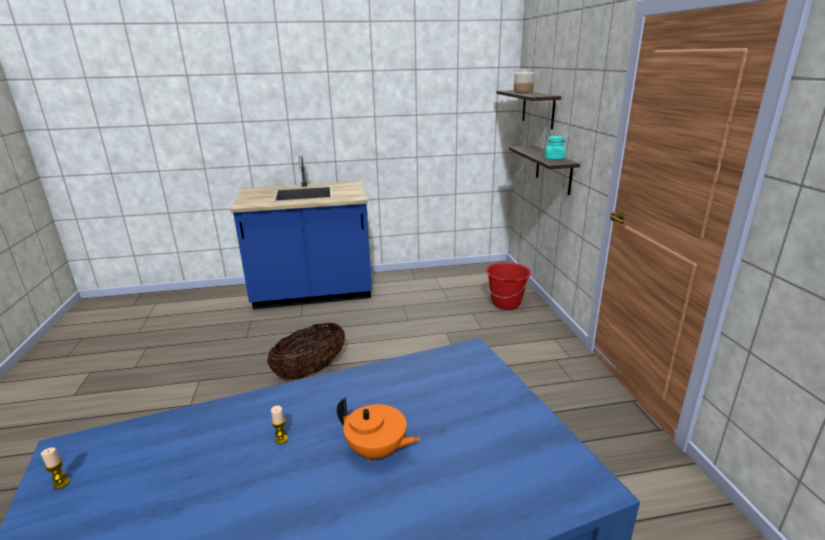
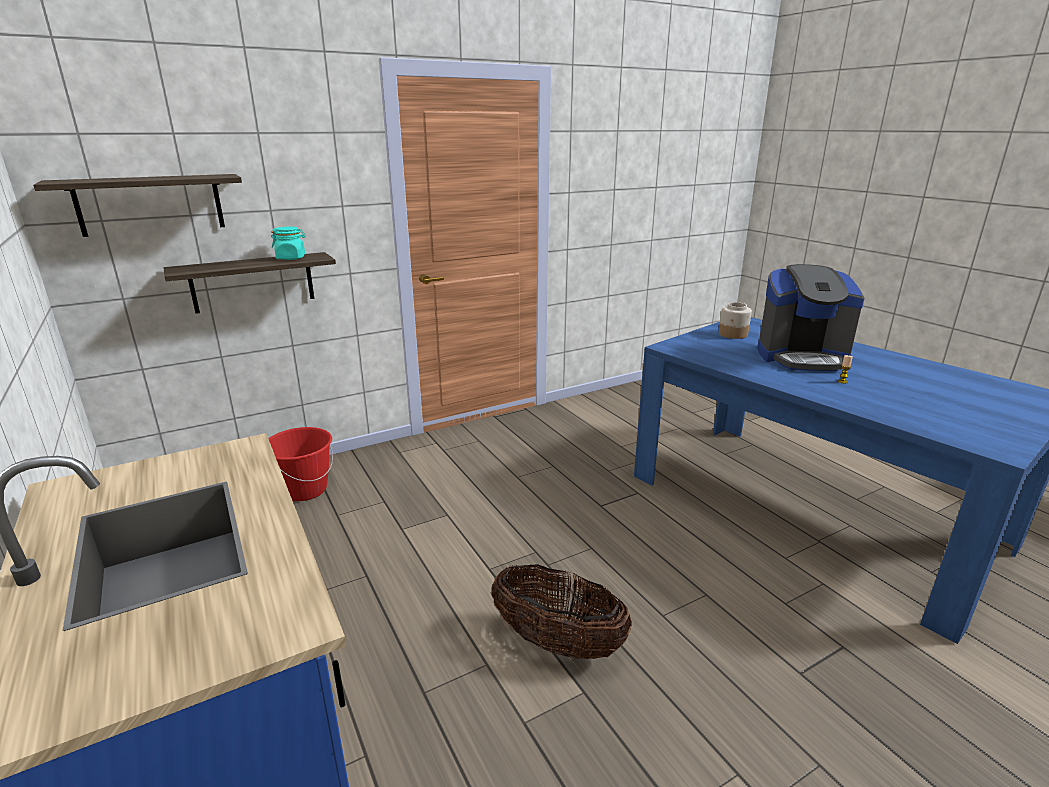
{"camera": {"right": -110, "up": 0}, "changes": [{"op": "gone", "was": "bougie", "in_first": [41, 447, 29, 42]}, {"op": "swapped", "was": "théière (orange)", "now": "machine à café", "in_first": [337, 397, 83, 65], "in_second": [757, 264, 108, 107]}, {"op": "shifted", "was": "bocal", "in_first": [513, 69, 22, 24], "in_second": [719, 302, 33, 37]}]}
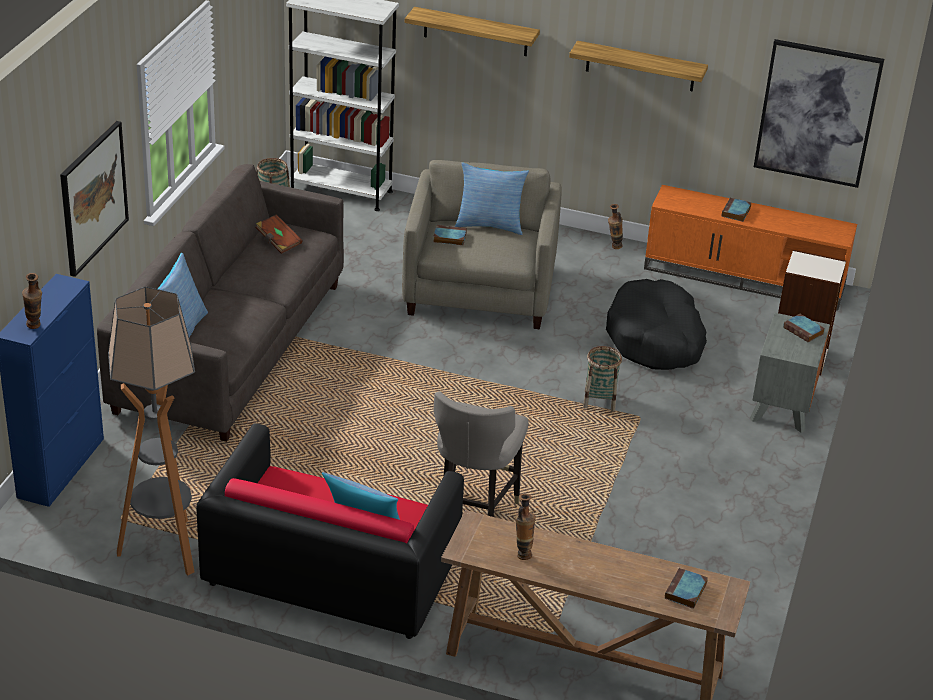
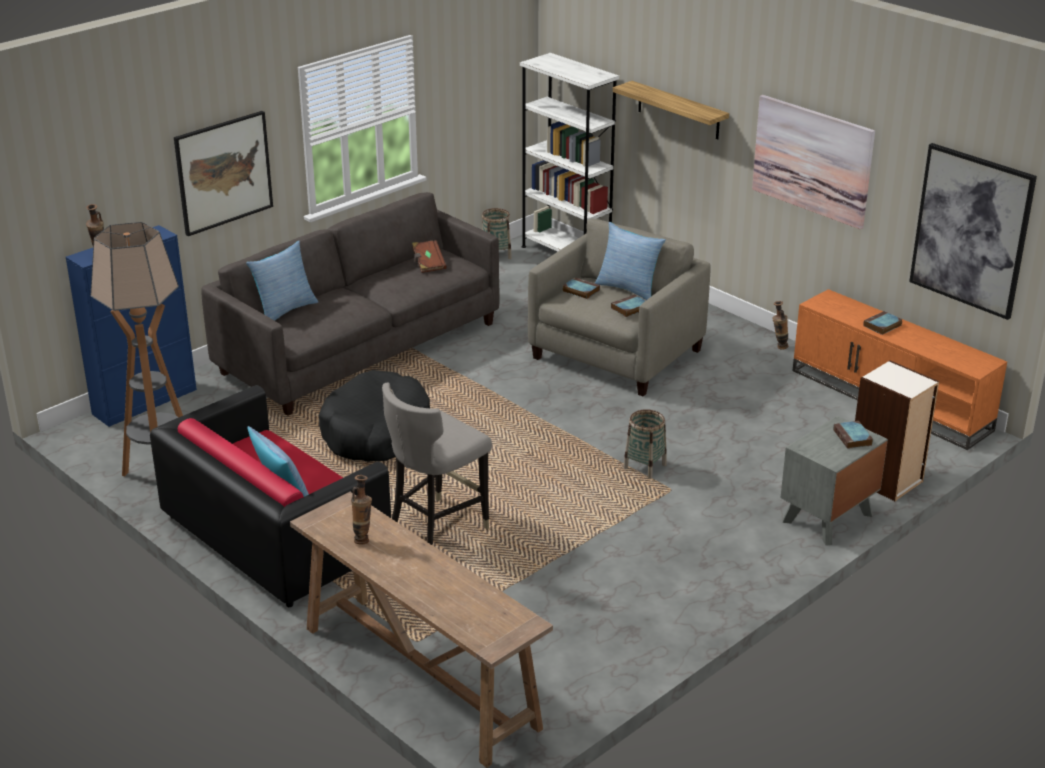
{"camera": {"right": 30, "up": -5}, "changes": [{"op": "swapped", "was": "étagère", "now": "tableau", "in_first": [569, 41, 139, 50], "in_second": [752, 95, 123, 134]}, {"op": "shifted", "was": "panier pour chien (noir)", "in_first": [606, 279, 101, 91], "in_second": [319, 370, 111, 92]}, {"op": "shifted", "was": "livre", "in_first": [665, 568, 43, 41], "in_second": [611, 294, 35, 23]}]}
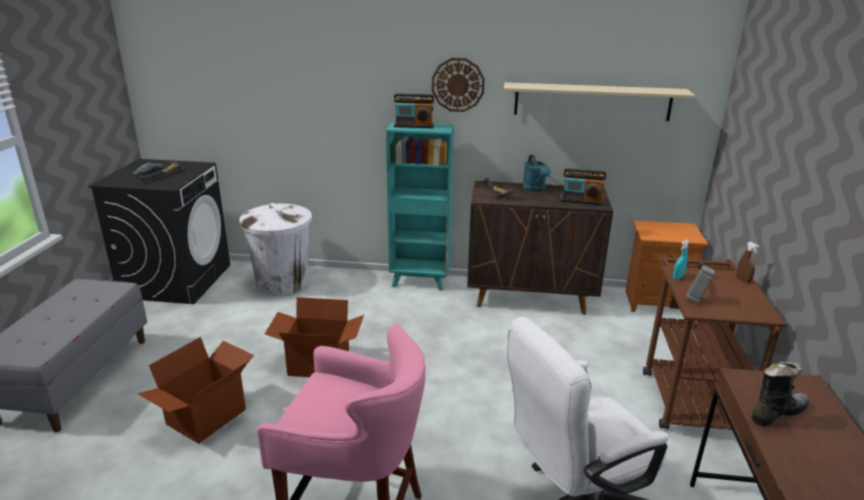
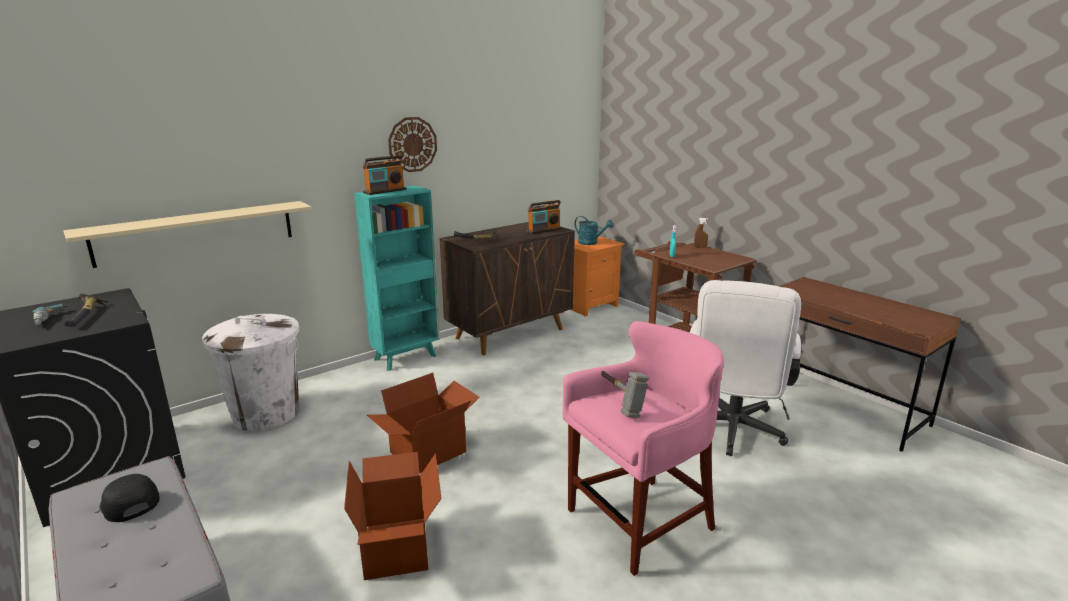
{"camera": {"right": -45, "up": -5}, "changes": [{"op": "shifted", "was": "étagère (beige)", "in_first": [504, 82, 191, 39], "in_second": [63, 201, 249, 67]}, {"op": "shifted", "was": "arrosoir (turquoise)", "in_first": [522, 155, 29, 37], "in_second": [575, 216, 39, 29]}, {"op": "shifted", "was": "marteau", "in_first": [686, 263, 29, 40], "in_second": [601, 371, 48, 47]}, {"op": "gone", "was": "botte (noir)", "in_first": [752, 362, 57, 64]}, {"op": "new", "now": "casquette (noir)", "in_second": [99, 474, 61, 48]}]}
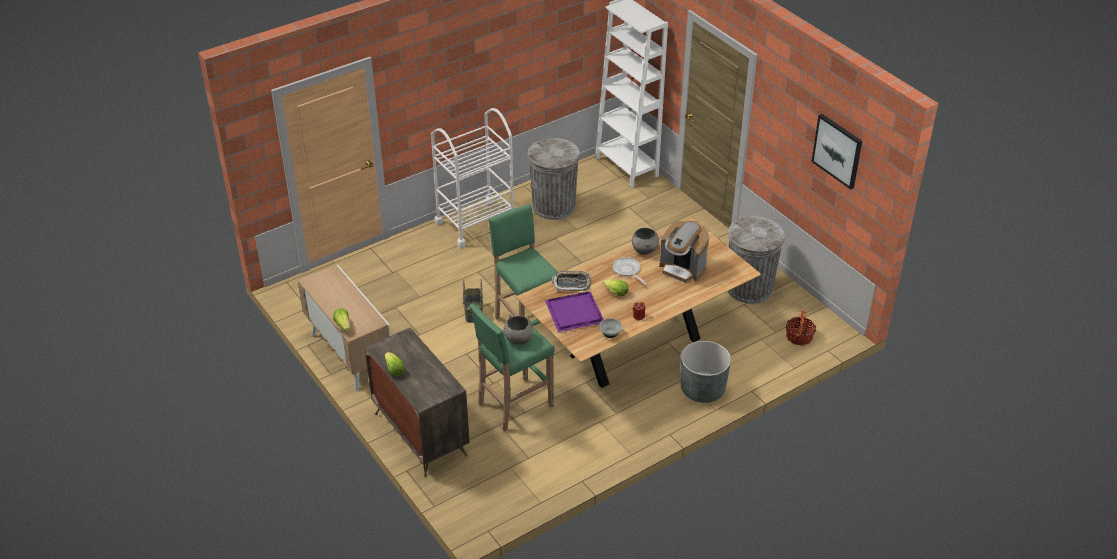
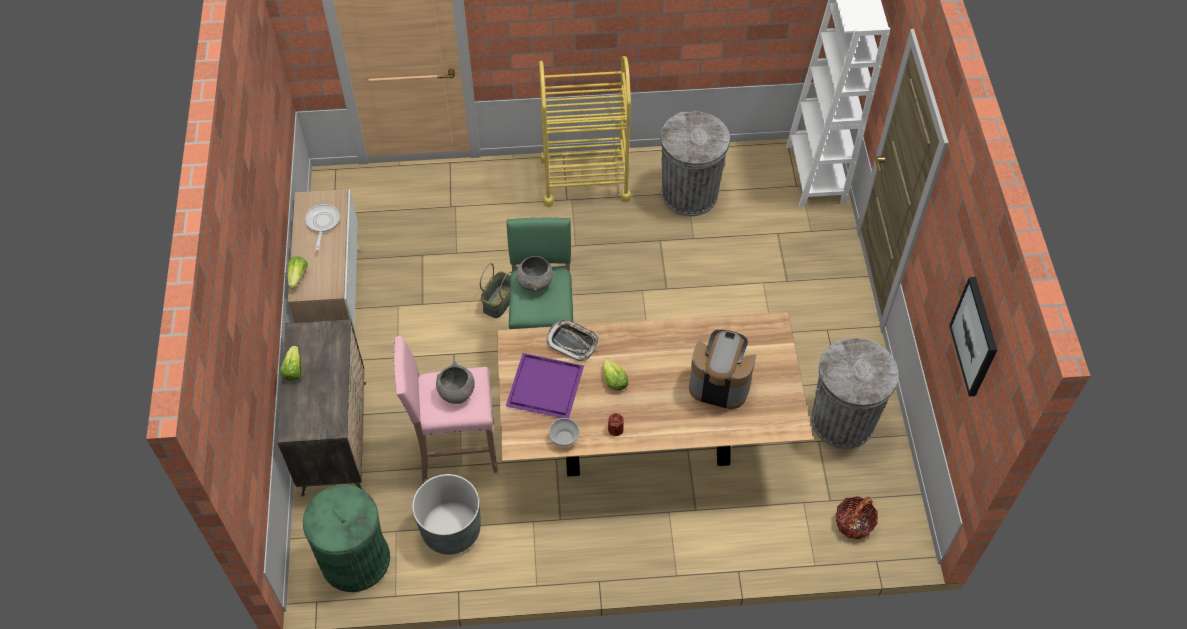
{"camera": {"right": 30, "up": 15}, "changes": [{"op": "repainted", "was": "chariot (blanc)", "now": "chariot (jaune)", "in_first": [431, 108, 83, 140], "in_second": [539, 56, 92, 151]}, {"op": "repainted", "was": "tabouret (vert)", "now": "tabouret (rose)", "in_first": [469, 303, 86, 128], "in_second": [394, 336, 104, 144]}, {"op": "shifted", "was": "poêle", "in_first": [613, 257, 33, 27], "in_second": [305, 204, 35, 46]}, {"op": "shifted", "was": "bol (gris)", "in_first": [632, 228, 27, 27], "in_second": [516, 256, 37, 35]}, {"op": "rotated", "was": "machine à café", "in_first": [659, 221, 50, 62], "in_second": [689, 330, 67, 79], "clockwise": 135}, {"op": "shifted", "was": "cache-pot (gris)", "in_first": [681, 341, 50, 62], "in_second": [412, 474, 69, 81]}, {"op": "new", "now": "poubelle (vert)", "in_second": [303, 485, 87, 107]}]}
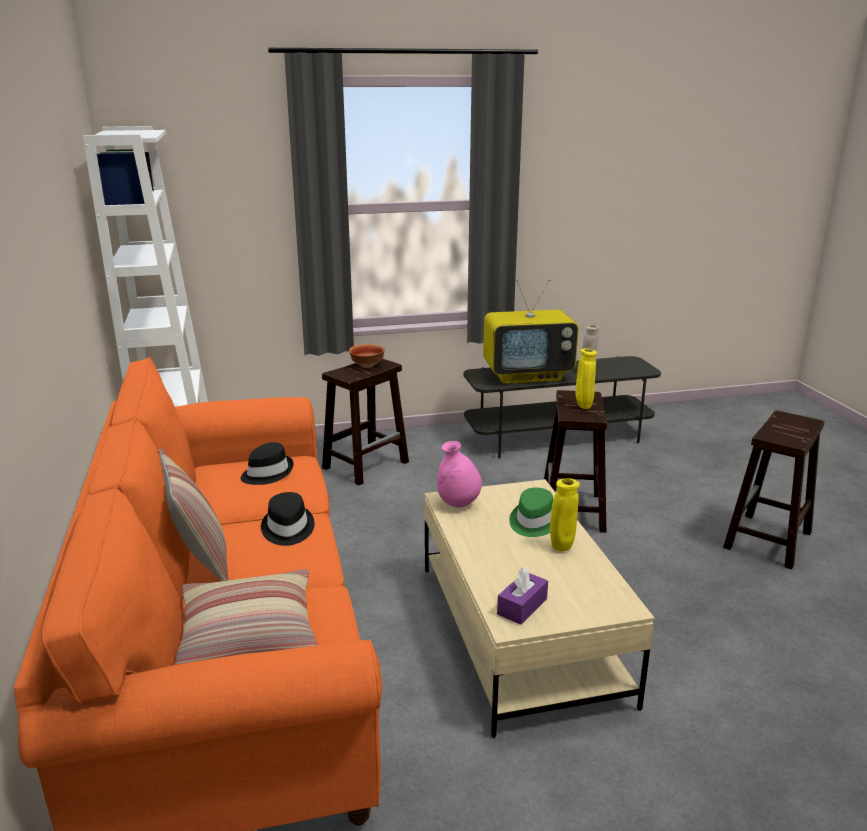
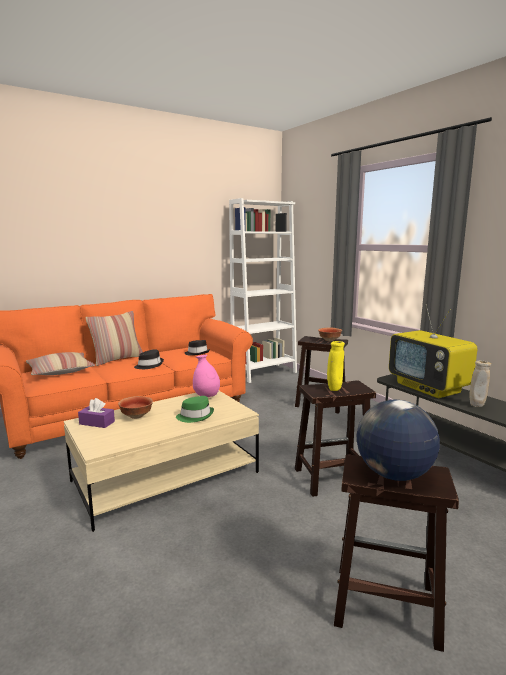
{"camera": {"right": 70, "up": -10}, "changes": [{"op": "gone", "was": "vase (jaune)", "in_first": [550, 478, 30, 73]}, {"op": "new", "now": "bol", "in_second": [118, 396, 35, 23]}, {"op": "new", "now": "globe", "in_second": [357, 400, 83, 81]}]}
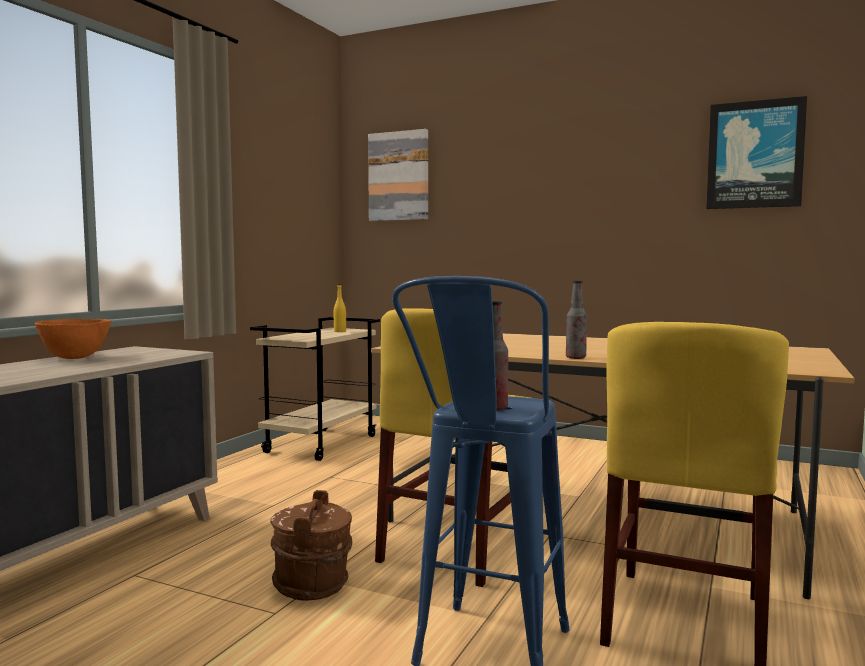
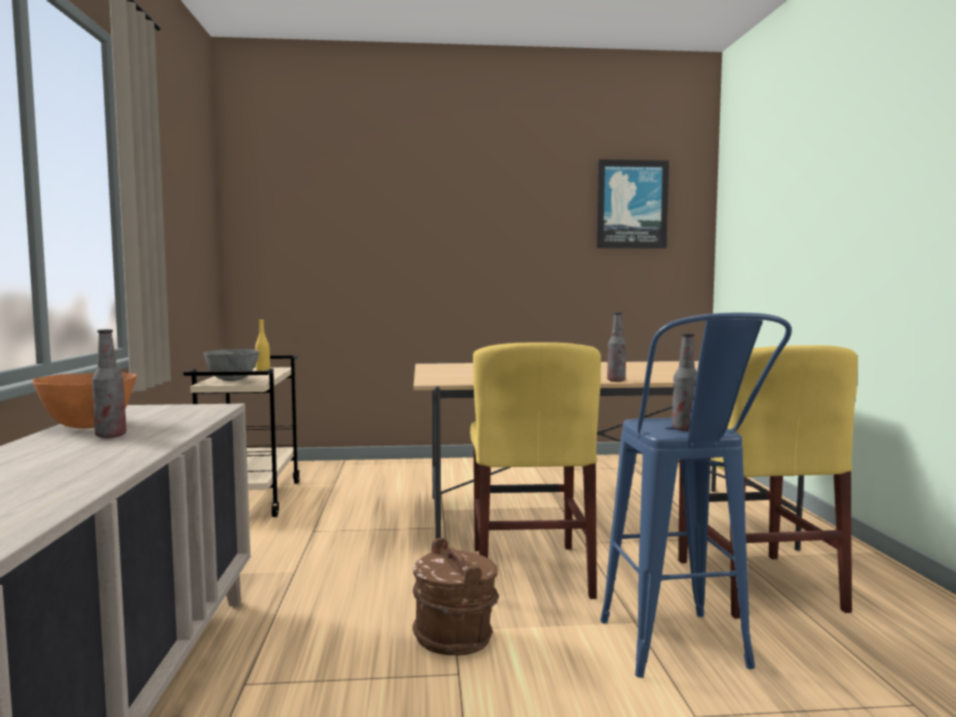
{"camera": {"right": -30, "up": 0}, "changes": [{"op": "gone", "was": "tableau", "in_first": [368, 129, 60, 92]}, {"op": "new", "now": "bouteille", "in_second": [92, 329, 34, 109]}, {"op": "new", "now": "bol (gris)", "in_second": [204, 349, 56, 32]}]}
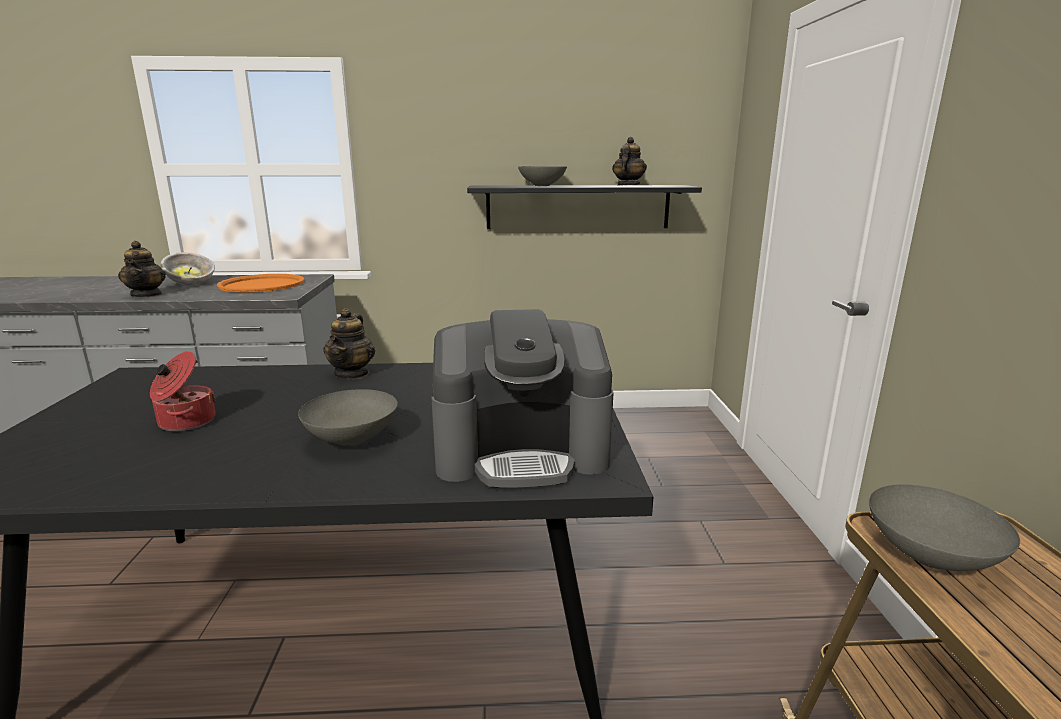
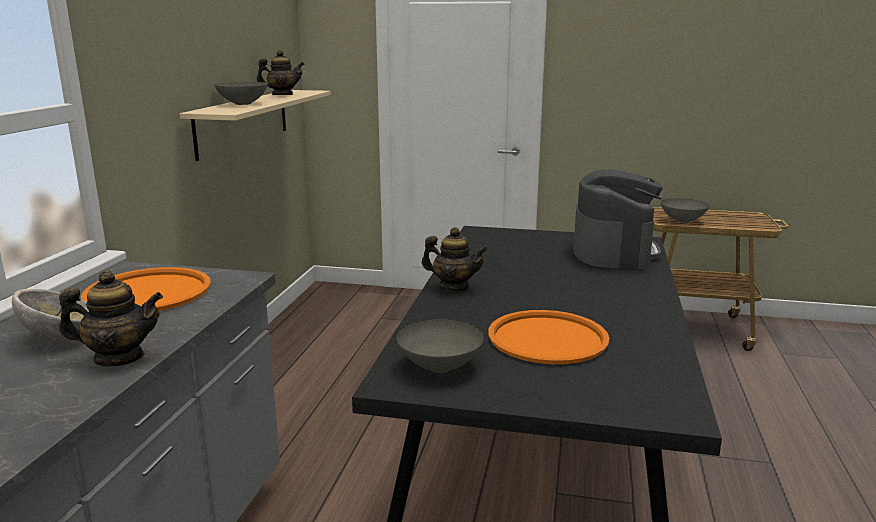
{"camera": {"right": -75, "up": 0}, "changes": [{"op": "swapped", "was": "marmite", "now": "plateau (orange)", "in_first": [150, 351, 66, 80], "in_second": [488, 310, 121, 54]}, {"op": "shifted", "was": "bol (gris)", "in_first": [298, 389, 100, 57], "in_second": [397, 320, 87, 53]}, {"op": "repainted", "was": "étagère (noir)", "now": "étagère (beige)", "in_first": [467, 185, 235, 44], "in_second": [180, 90, 151, 71]}, {"op": "rotated", "was": "théière", "in_first": [612, 137, 35, 49], "in_second": [257, 50, 48, 45], "clockwise": 135}]}
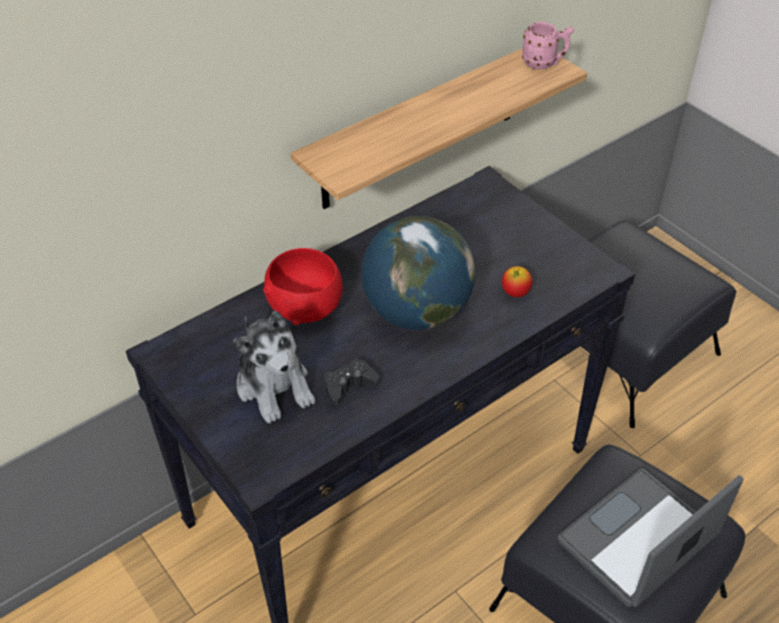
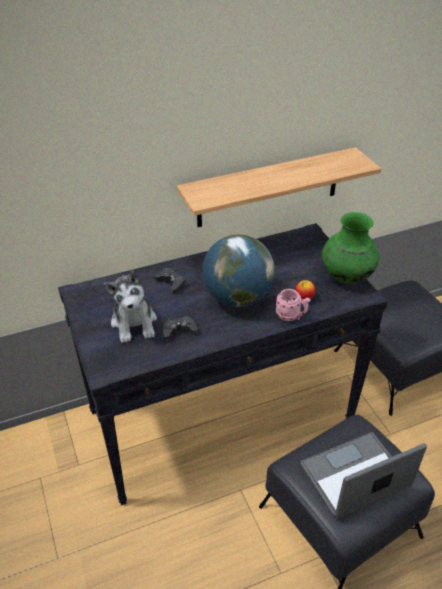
{"camera": {"right": 15, "up": -5}, "changes": [{"op": "swapped", "was": "bol (rouge)", "now": "manette (noir)", "in_first": [263, 248, 80, 77], "in_second": [155, 268, 31, 26]}, {"op": "shifted", "was": "mug (rose)", "in_first": [522, 22, 52, 47], "in_second": [275, 289, 35, 32]}, {"op": "new", "now": "vase (vert)", "in_second": [322, 212, 57, 72]}]}
